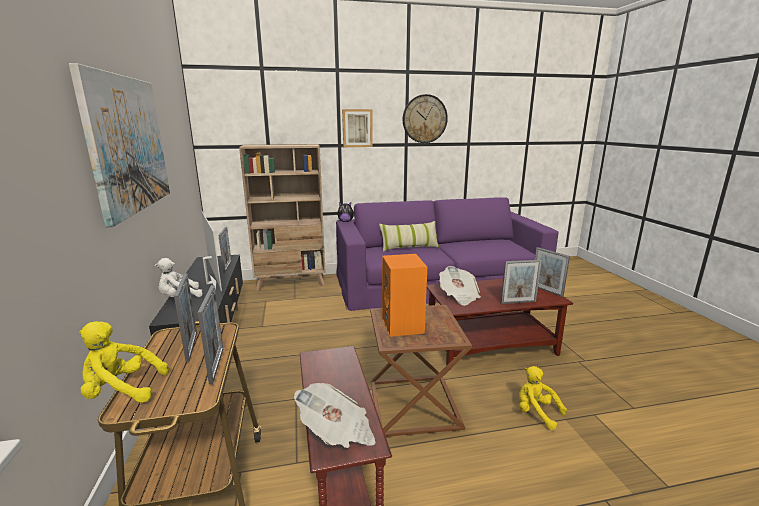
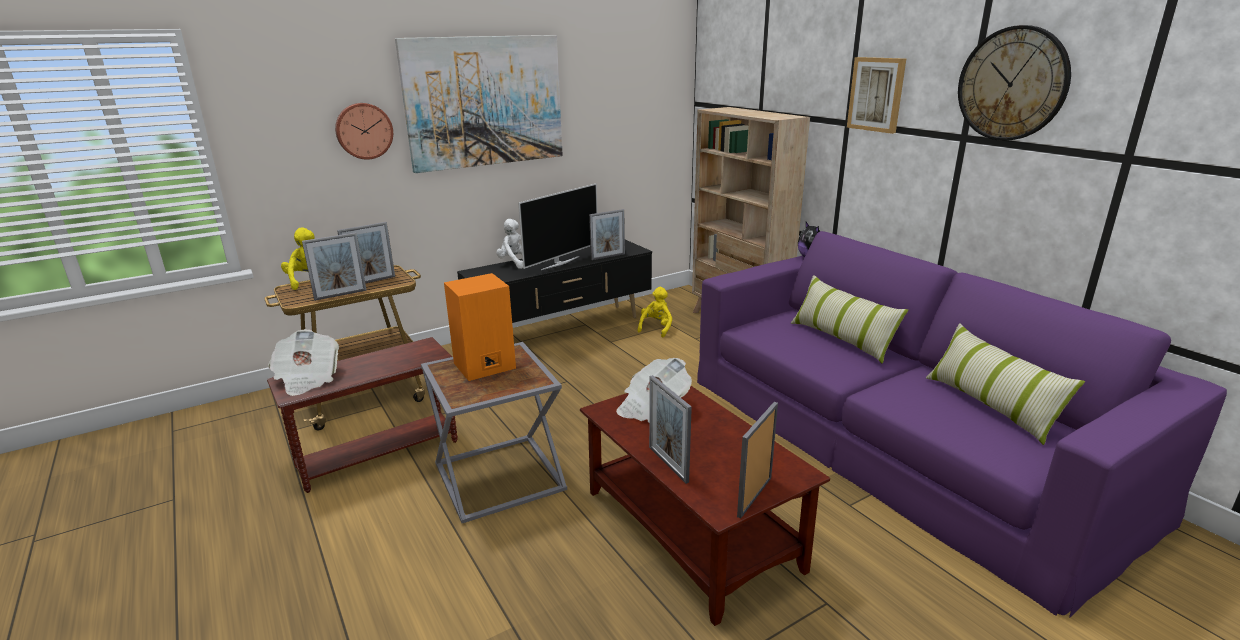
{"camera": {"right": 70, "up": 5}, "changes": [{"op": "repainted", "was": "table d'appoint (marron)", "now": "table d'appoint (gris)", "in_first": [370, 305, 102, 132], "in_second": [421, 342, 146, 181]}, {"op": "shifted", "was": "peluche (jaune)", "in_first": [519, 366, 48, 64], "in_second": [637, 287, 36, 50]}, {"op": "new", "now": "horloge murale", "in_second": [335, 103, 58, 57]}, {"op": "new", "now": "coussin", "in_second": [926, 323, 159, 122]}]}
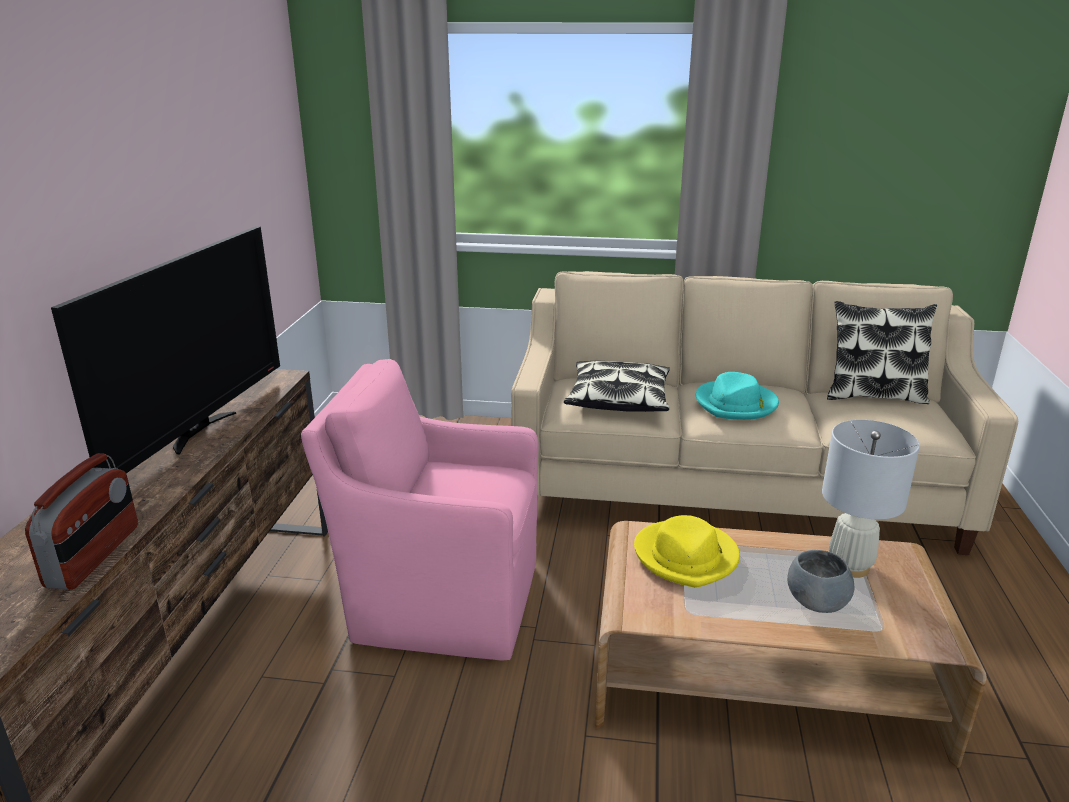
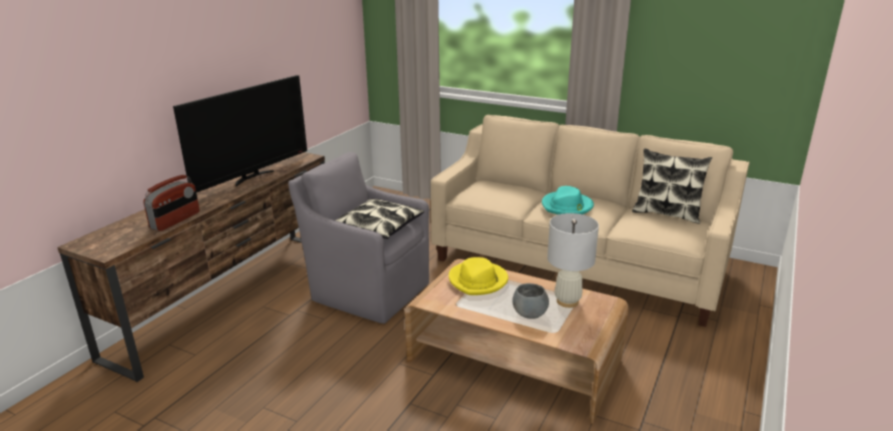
{"camera": {"right": 20, "up": 0}, "changes": [{"op": "repainted", "was": "fauteuil (rose)", "now": "fauteuil (gris)", "in_first": [301, 359, 237, 302], "in_second": [288, 152, 141, 172]}, {"op": "shifted", "was": "coussin", "in_first": [564, 361, 106, 51], "in_second": [335, 198, 89, 41]}]}
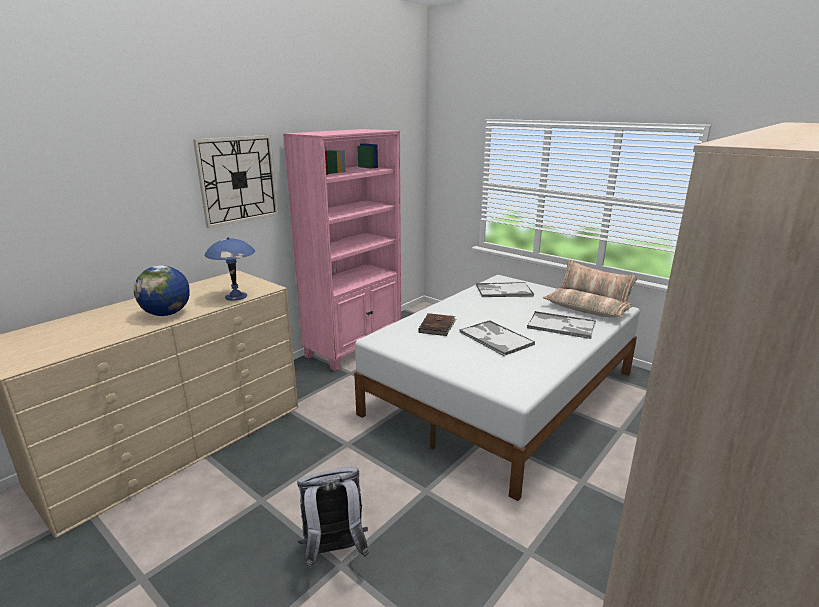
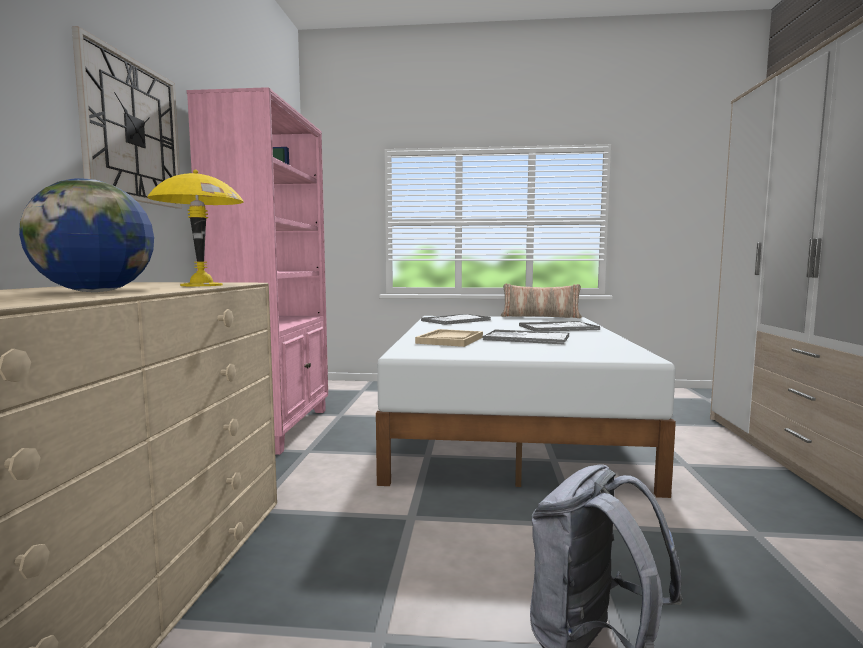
{"camera": {"right": -35, "up": -15}, "changes": [{"op": "repainted", "was": "lampe de table (bleu)", "now": "lampe de table (jaune)", "in_first": [205, 237, 50, 64], "in_second": [147, 169, 97, 117]}, {"op": "swapped", "was": "livre (marron)", "now": "plateau (beige)", "in_first": [418, 313, 38, 23], "in_second": [415, 329, 68, 18]}, {"op": "gone", "was": "coussin", "in_first": [543, 288, 89, 29]}]}
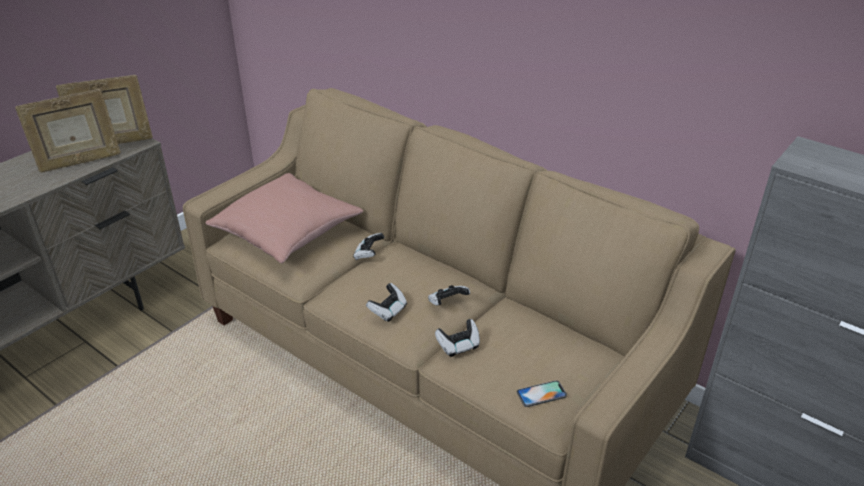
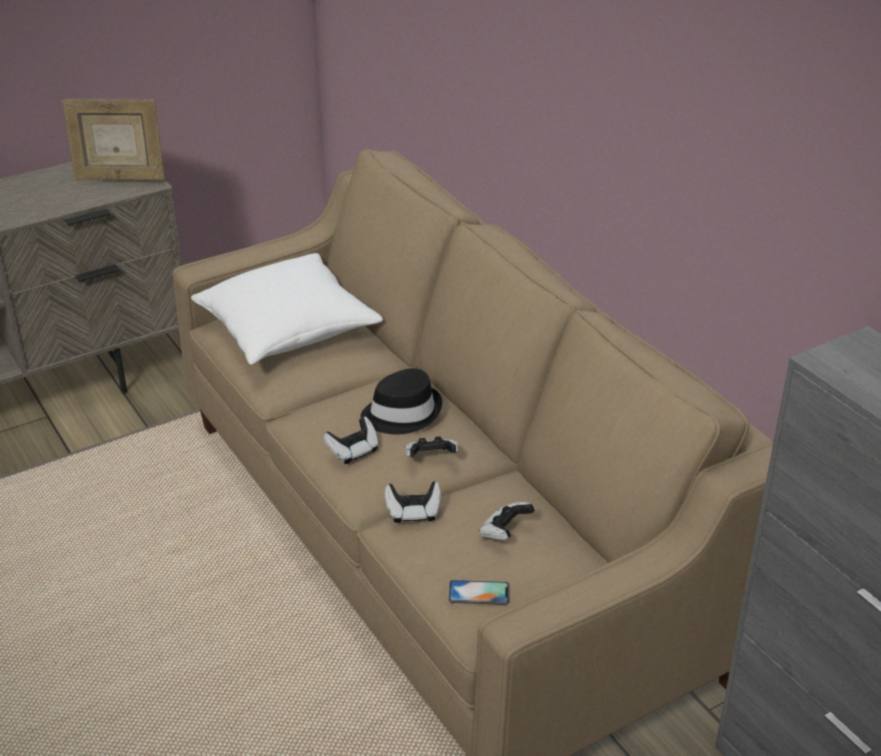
{"camera": {"right": 20, "up": 0}, "changes": [{"op": "gone", "was": "cadre photo", "in_first": [15, 89, 106, 84]}, {"op": "repainted", "was": "coussin (rose)", "now": "coussin (blanc)", "in_first": [206, 173, 157, 90], "in_second": [191, 253, 192, 112]}, {"op": "shifted", "was": "manette", "in_first": [353, 233, 31, 27], "in_second": [479, 502, 56, 38]}, {"op": "new", "now": "chapeau (noir)", "in_second": [361, 368, 81, 67]}]}
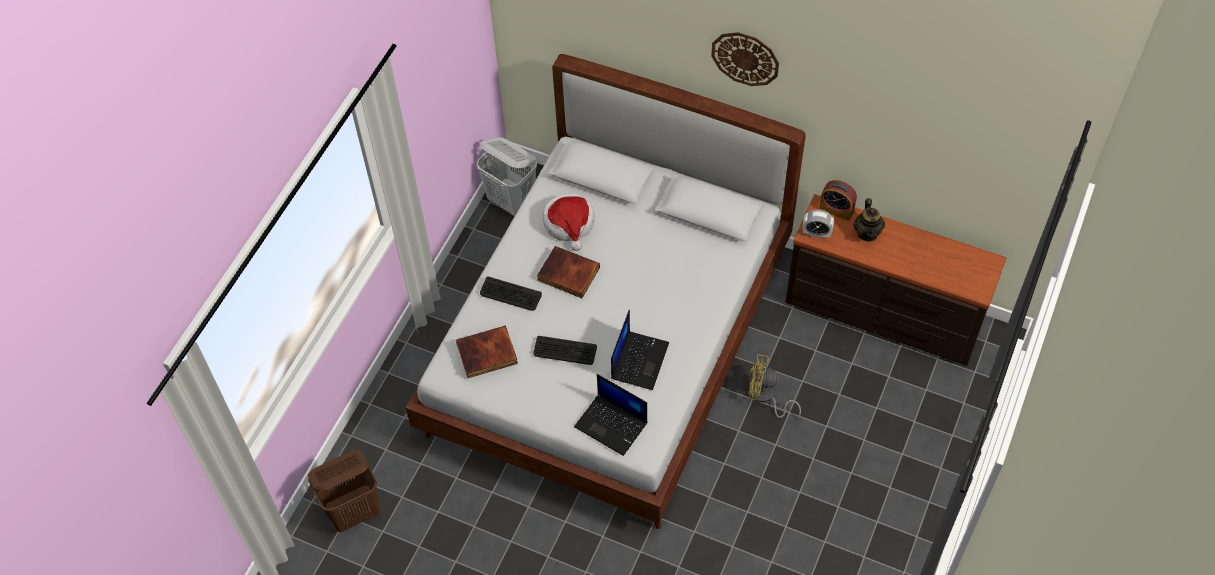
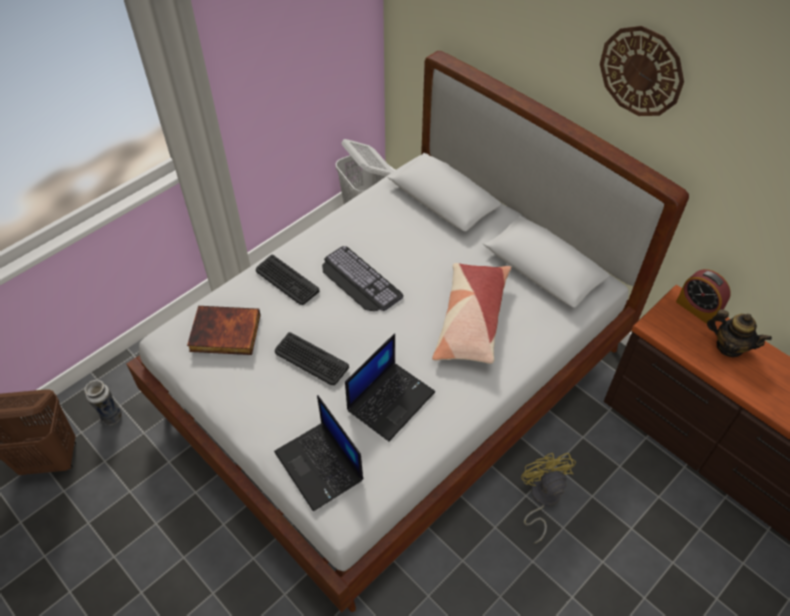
{"camera": {"right": 20, "up": -5}, "changes": [{"op": "swapped", "was": "livre", "now": "clavier", "in_first": [537, 246, 63, 52], "in_second": [322, 246, 82, 66]}, {"op": "gone", "was": "chapeau", "in_first": [543, 193, 51, 58]}, {"op": "rotated", "was": "ventilateur (jaune)", "in_first": [748, 354, 53, 64], "in_second": [521, 453, 55, 91], "clockwise": 45}, {"op": "gone", "was": "réveil", "in_first": [802, 209, 32, 30]}, {"op": "rotated", "was": "théière", "in_first": [854, 198, 31, 44], "in_second": [707, 309, 65, 48], "clockwise": -75}, {"op": "new", "now": "vase", "in_second": [84, 380, 38, 45]}, {"op": "new", "now": "coussin", "in_second": [432, 263, 79, 101]}]}
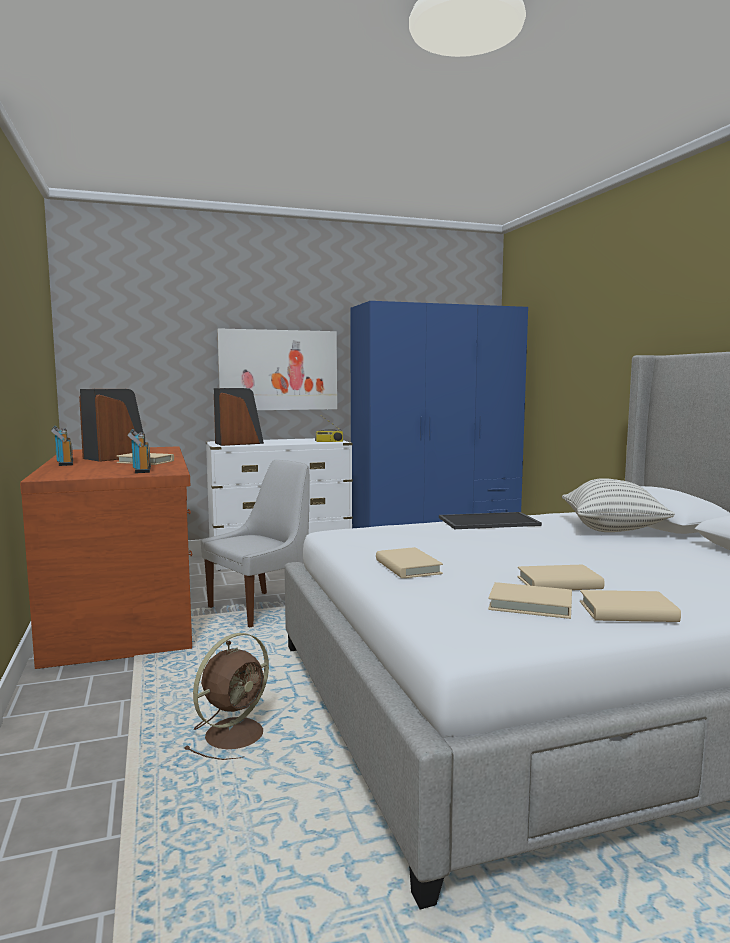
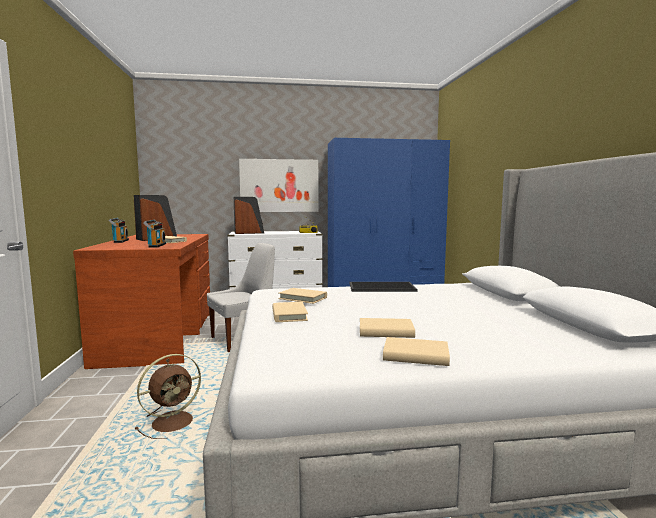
{"camera": {"right": 10, "up": 0}, "changes": [{"op": "shifted", "was": "livre (beige)", "in_first": [488, 582, 84, 37], "in_second": [278, 288, 49, 16]}, {"op": "gone", "was": "coussin", "in_first": [562, 478, 113, 54]}]}
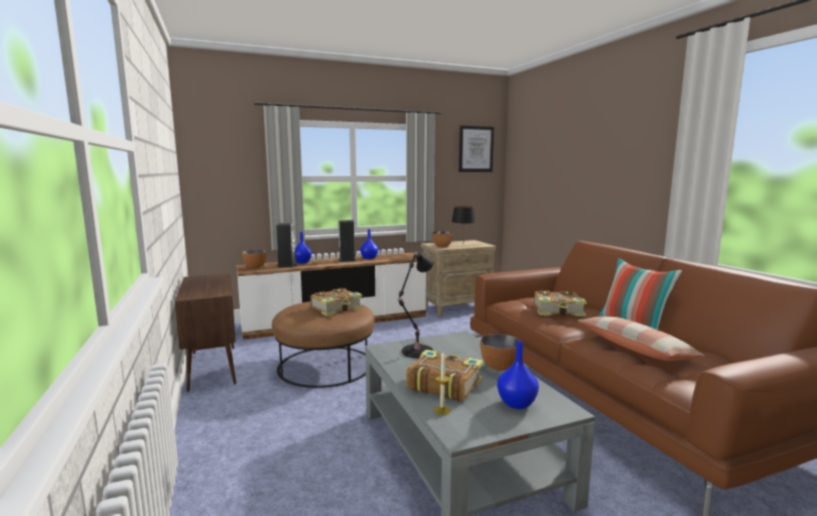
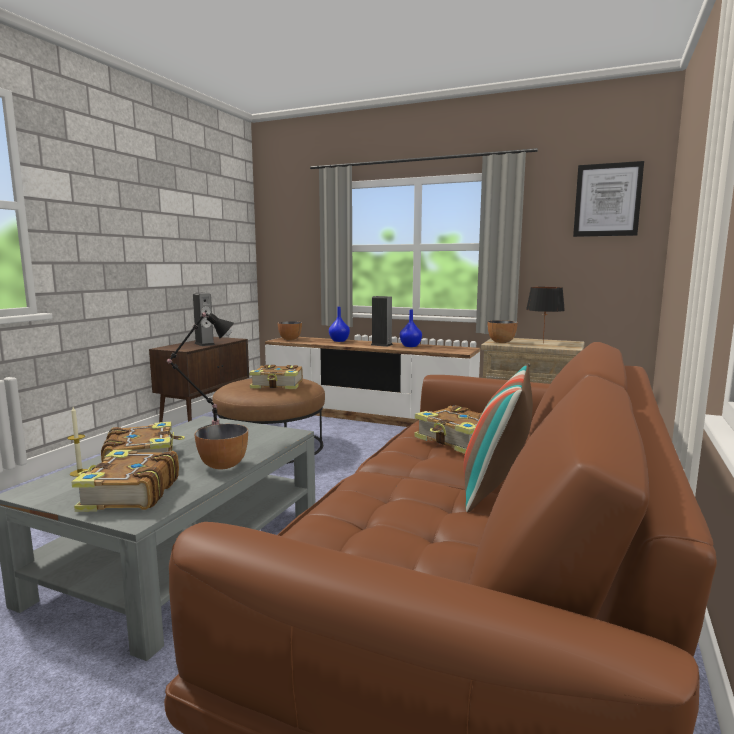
{"camera": {"right": 45, "up": 0}, "changes": [{"op": "shifted", "was": "enceinte", "in_first": [276, 223, 21, 45], "in_second": [193, 293, 22, 53]}, {"op": "swapped", "was": "vase (bleu)", "now": "livre", "in_first": [497, 341, 42, 68], "in_second": [71, 450, 108, 62]}, {"op": "gone", "was": "coussin", "in_first": [578, 317, 127, 44]}]}
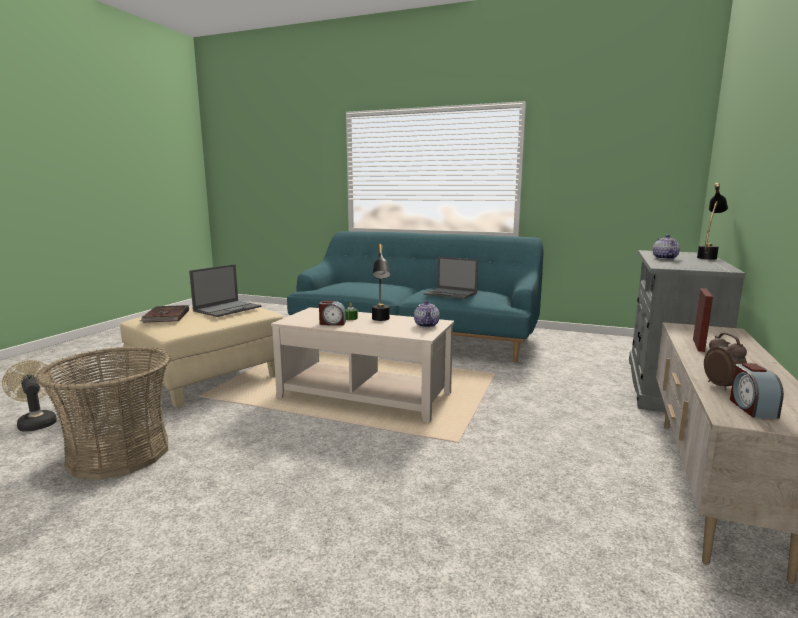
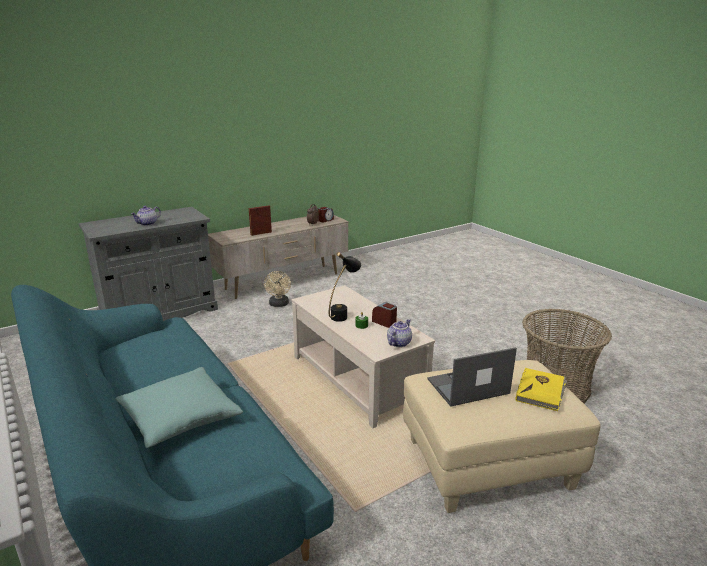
{"camera": {"right": -145, "up": 10}, "changes": [{"op": "shifted", "was": "ventilateur (beige)", "in_first": [2, 360, 55, 72], "in_second": [264, 271, 27, 36]}, {"op": "repainted", "was": "livre (marron)", "now": "livre (jaune)", "in_first": [140, 305, 49, 18], "in_second": [516, 368, 51, 43]}, {"op": "shifted", "was": "théière", "in_first": [414, 301, 26, 27], "in_second": [387, 319, 25, 28]}, {"op": "gone", "was": "ordinateur portable", "in_first": [423, 257, 55, 42]}, {"op": "gone", "was": "lampe de table (noir)", "in_first": [697, 183, 31, 76]}, {"op": "new", "now": "coussin (turquoise)", "in_second": [116, 367, 127, 81]}]}
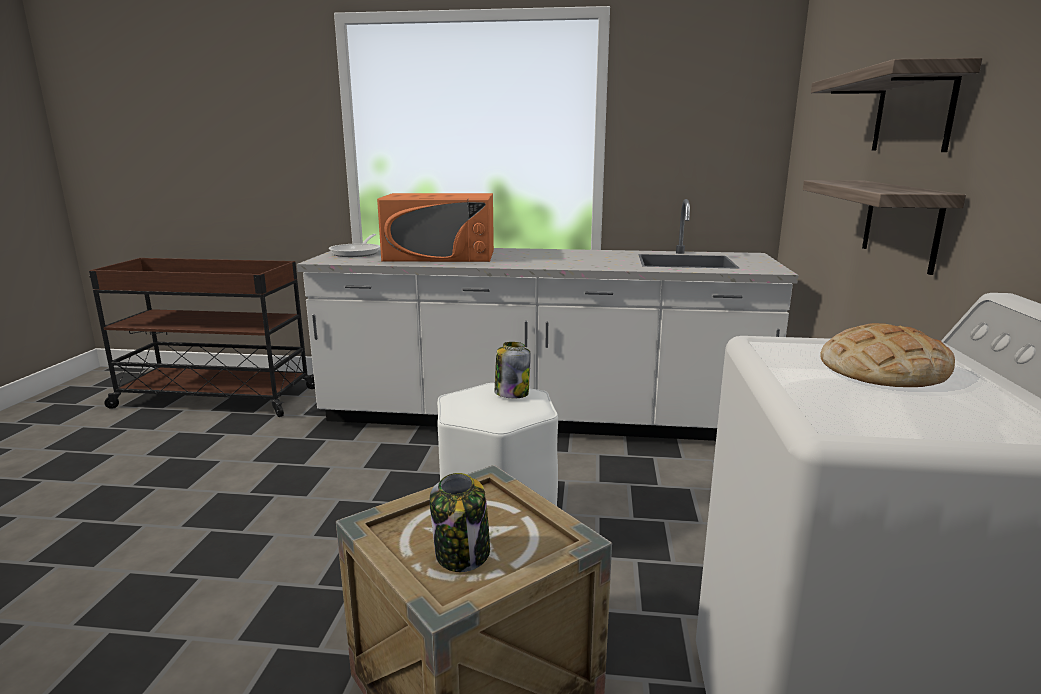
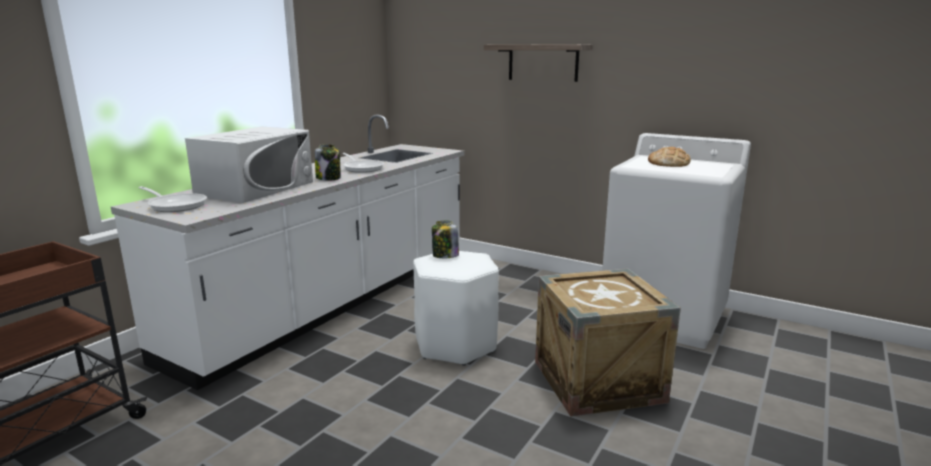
{"camera": {"right": -65, "up": 0}, "changes": [{"op": "repainted", "was": "micro-ondes (orange)", "now": "micro-ondes (blanc)", "in_first": [377, 193, 117, 69], "in_second": [185, 127, 128, 76]}, {"op": "shifted", "was": "bocal", "in_first": [430, 473, 60, 99], "in_second": [315, 144, 26, 37]}, {"op": "gone", "was": "étagère", "in_first": [803, 180, 163, 95]}, {"op": "new", "now": "poêle", "in_second": [343, 153, 41, 20]}]}
